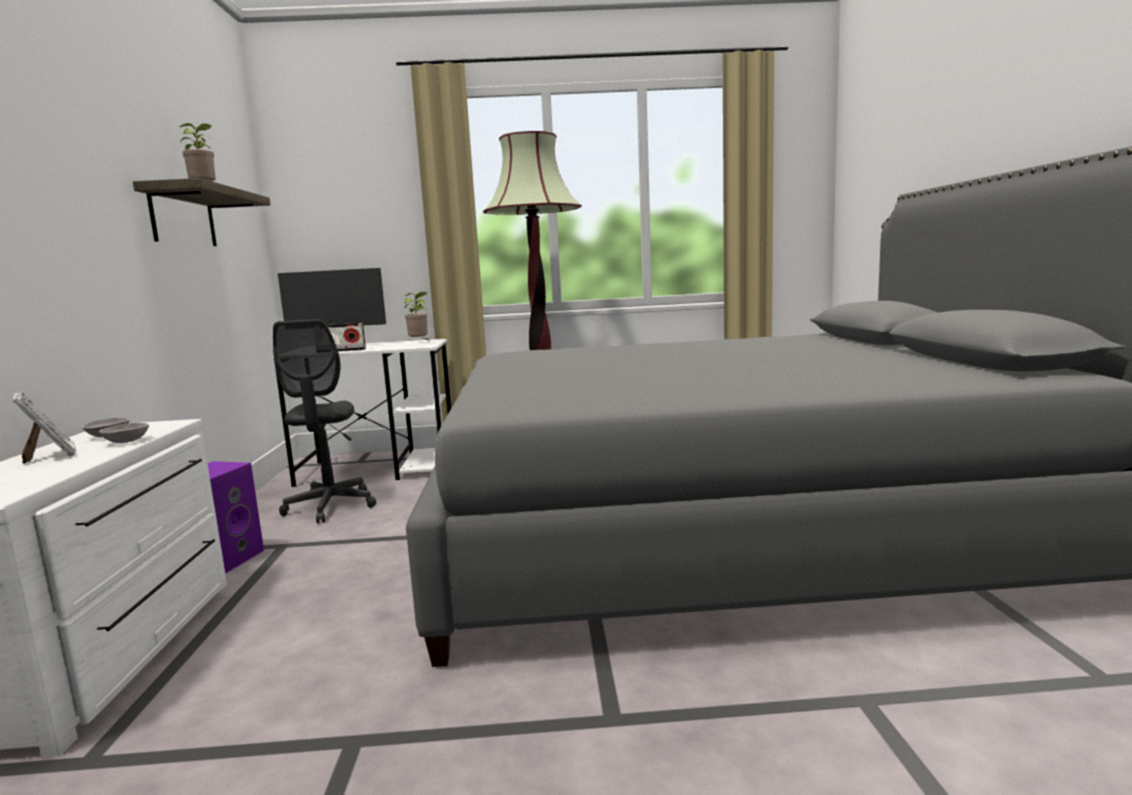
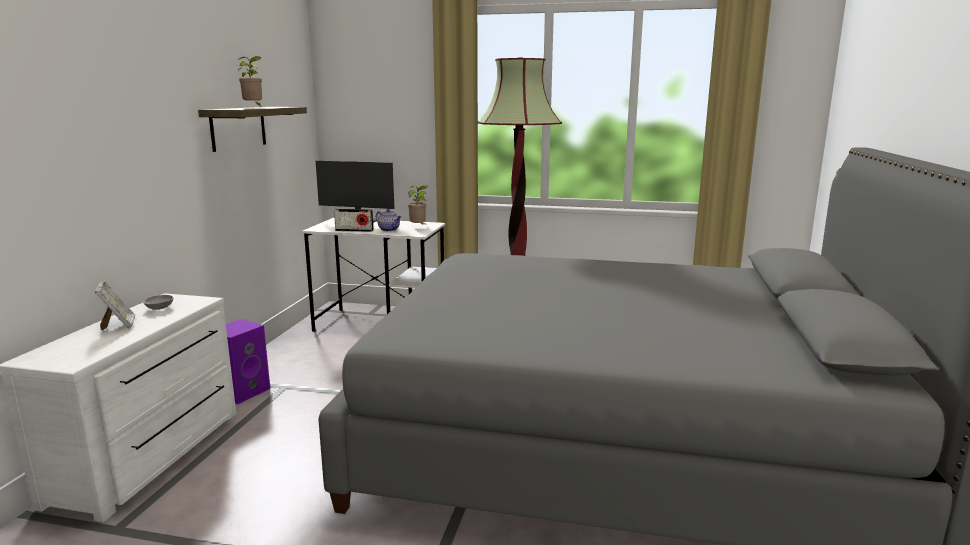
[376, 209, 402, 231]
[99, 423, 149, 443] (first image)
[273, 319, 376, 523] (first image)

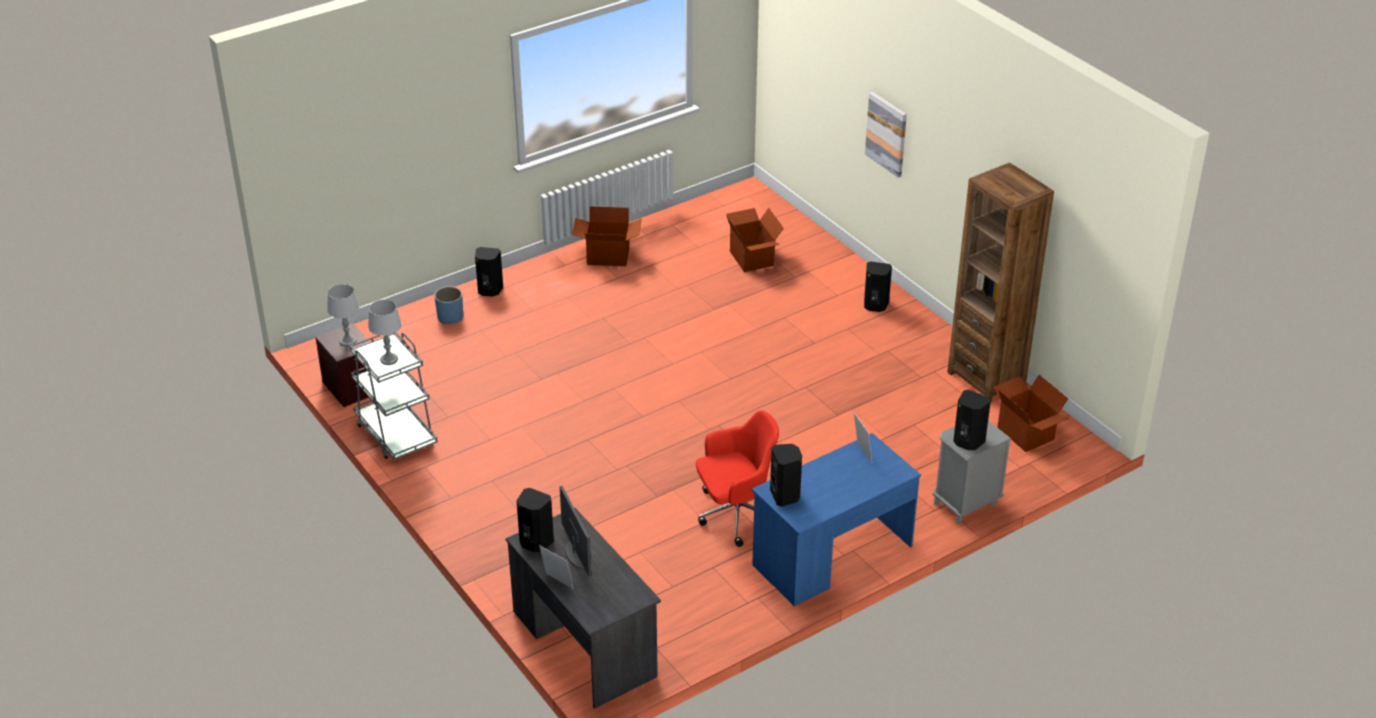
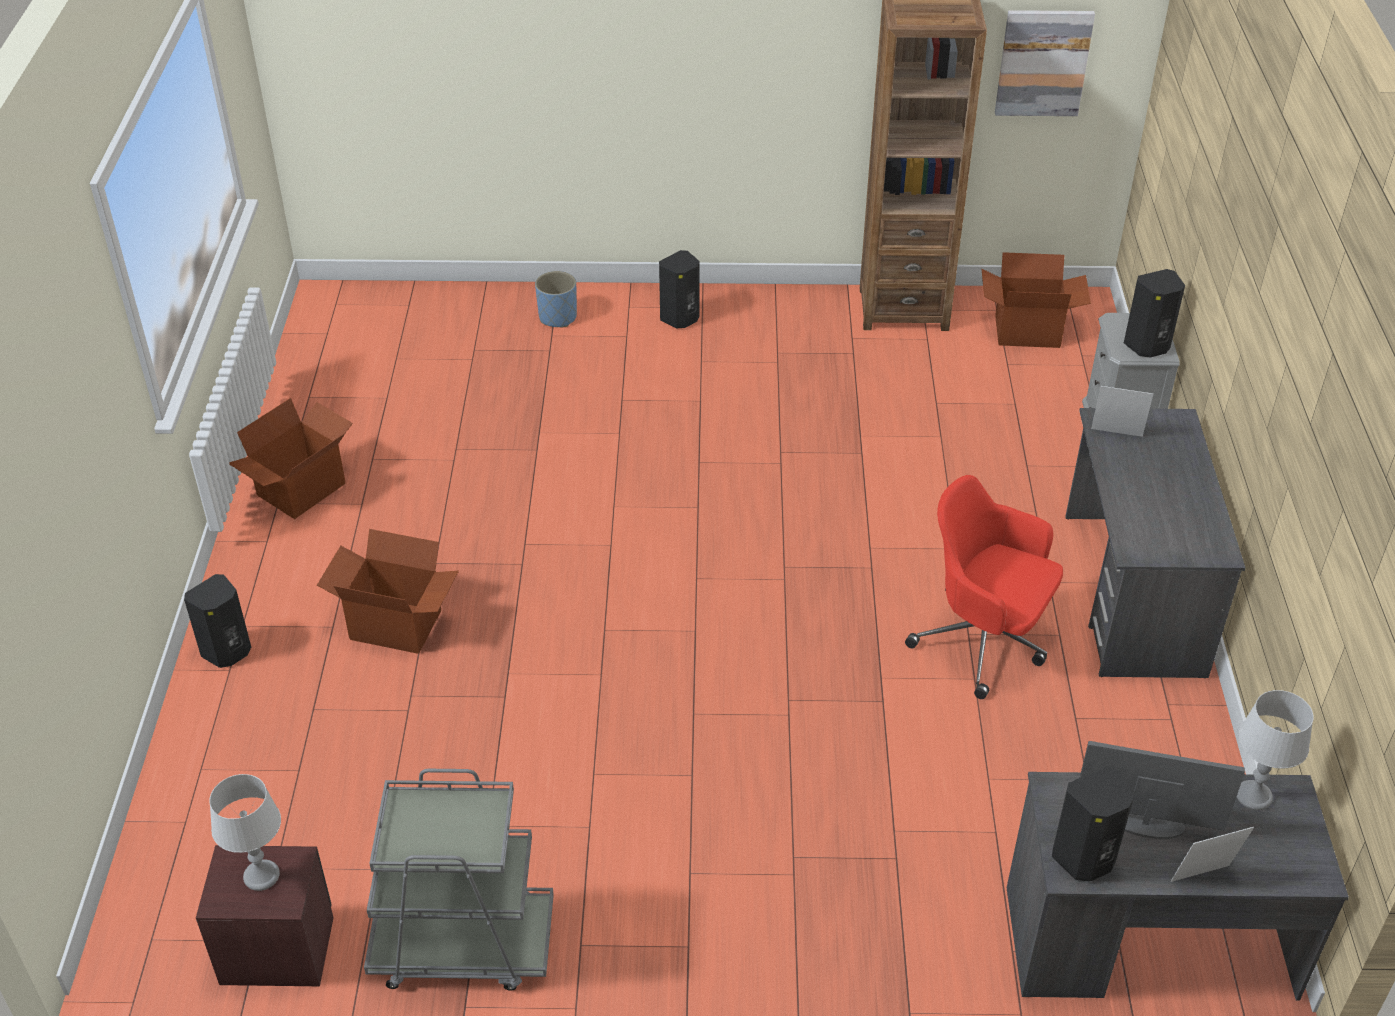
[317, 529, 459, 654]
[535, 271, 577, 327]
[905, 475, 1063, 699]
[995, 10, 1095, 116]
[1065, 408, 1245, 678]
[1237, 690, 1314, 810]
[770, 444, 802, 507] (first image)

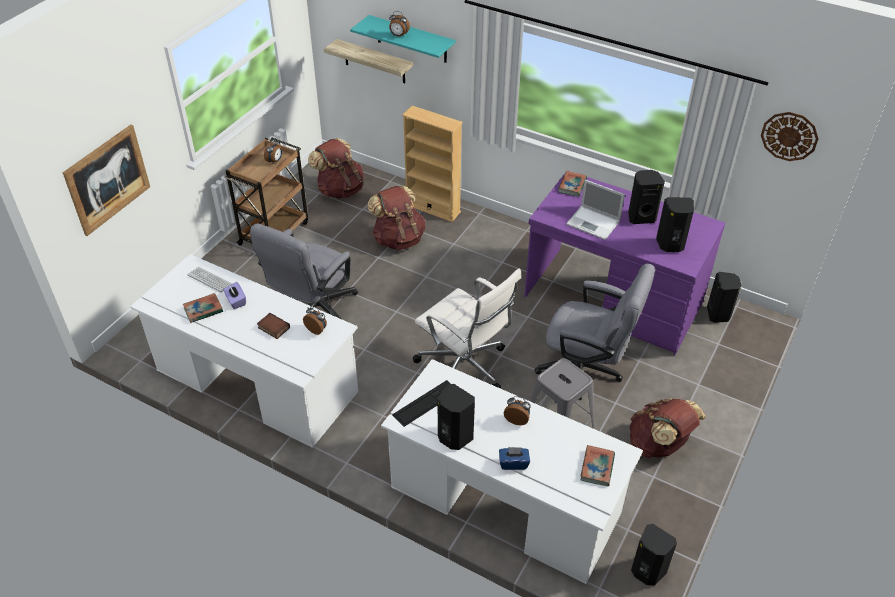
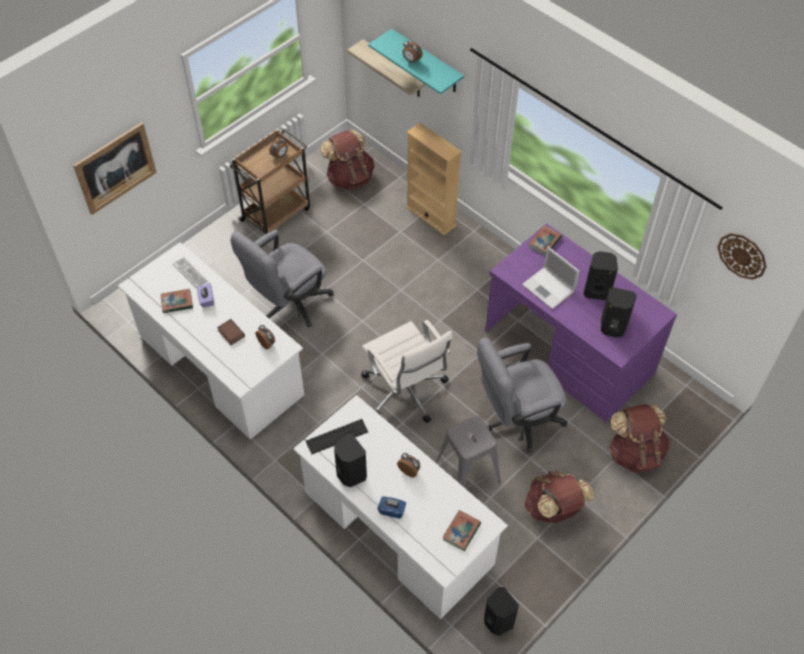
[477, 337, 567, 453]
[609, 404, 670, 473]
[707, 272, 741, 323] (first image)

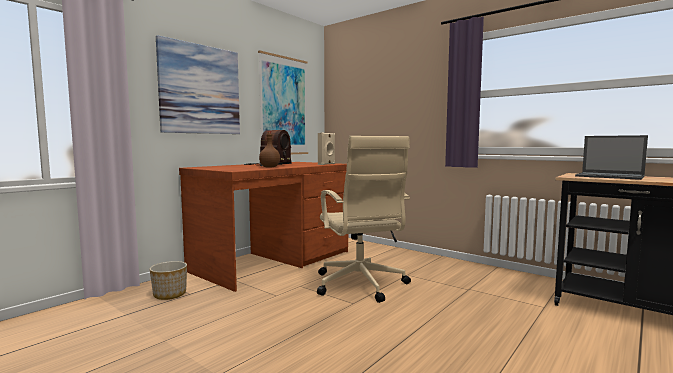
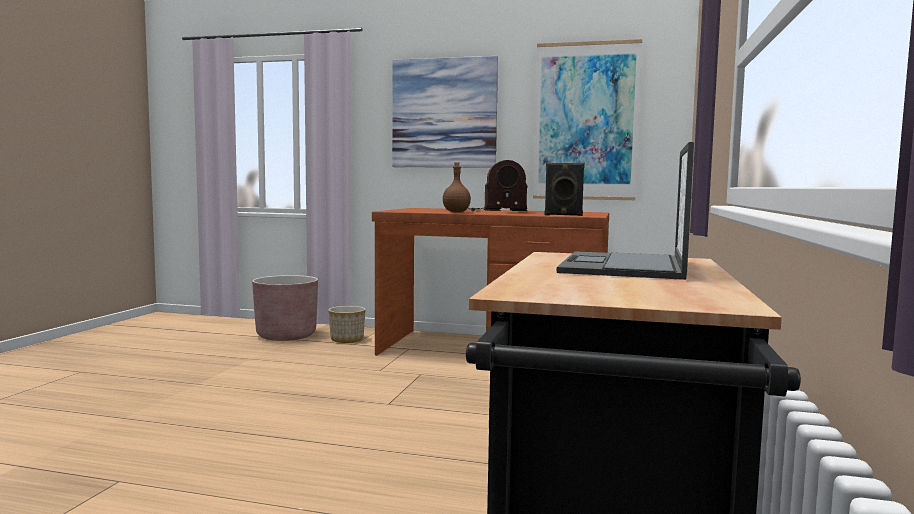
[252, 275, 318, 341]
[545, 162, 585, 216]
[317, 136, 411, 303] (first image)

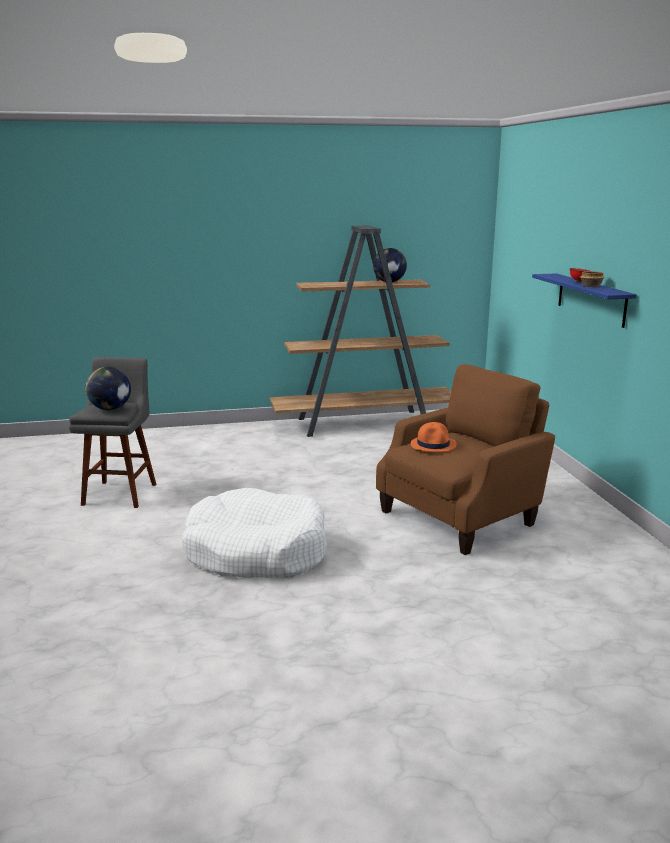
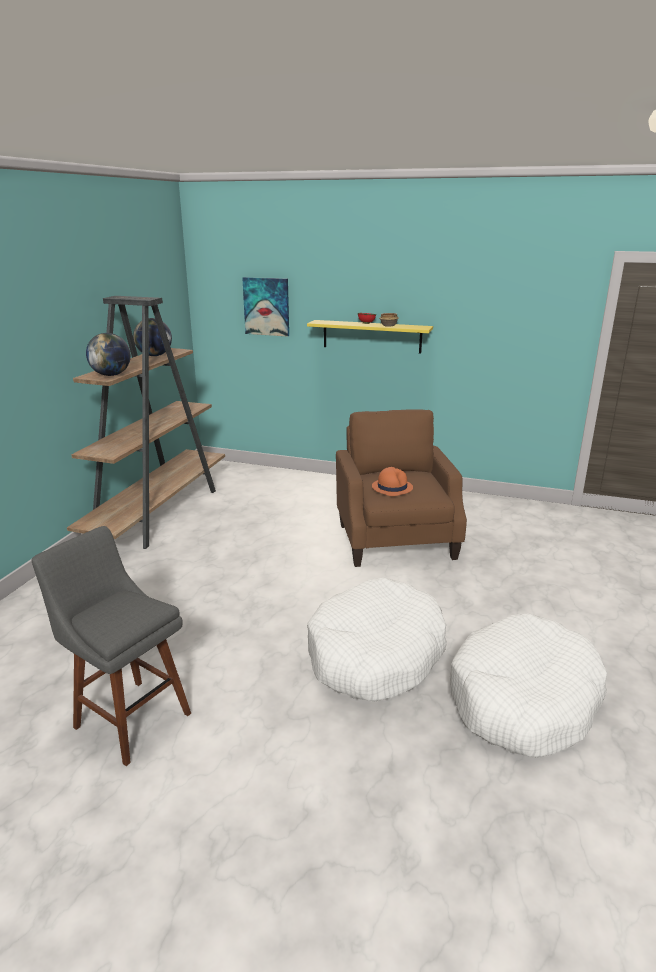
[86, 333, 131, 376]
[242, 277, 289, 337]
[307, 320, 433, 354]
[450, 613, 607, 758]

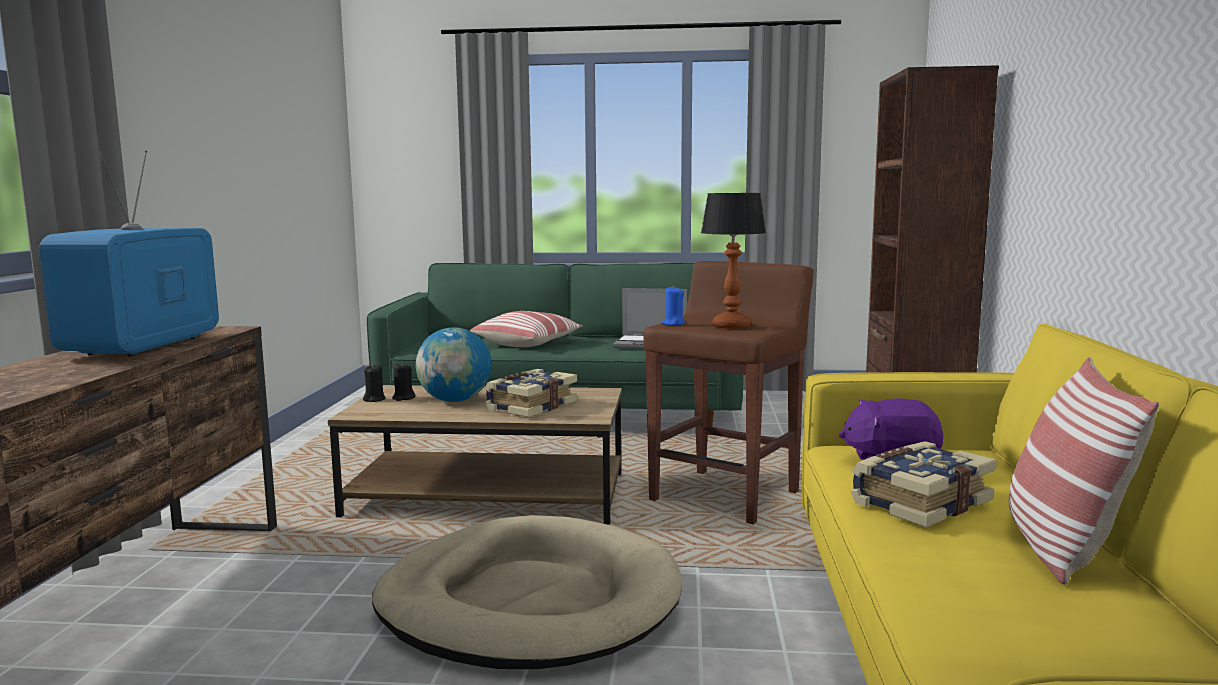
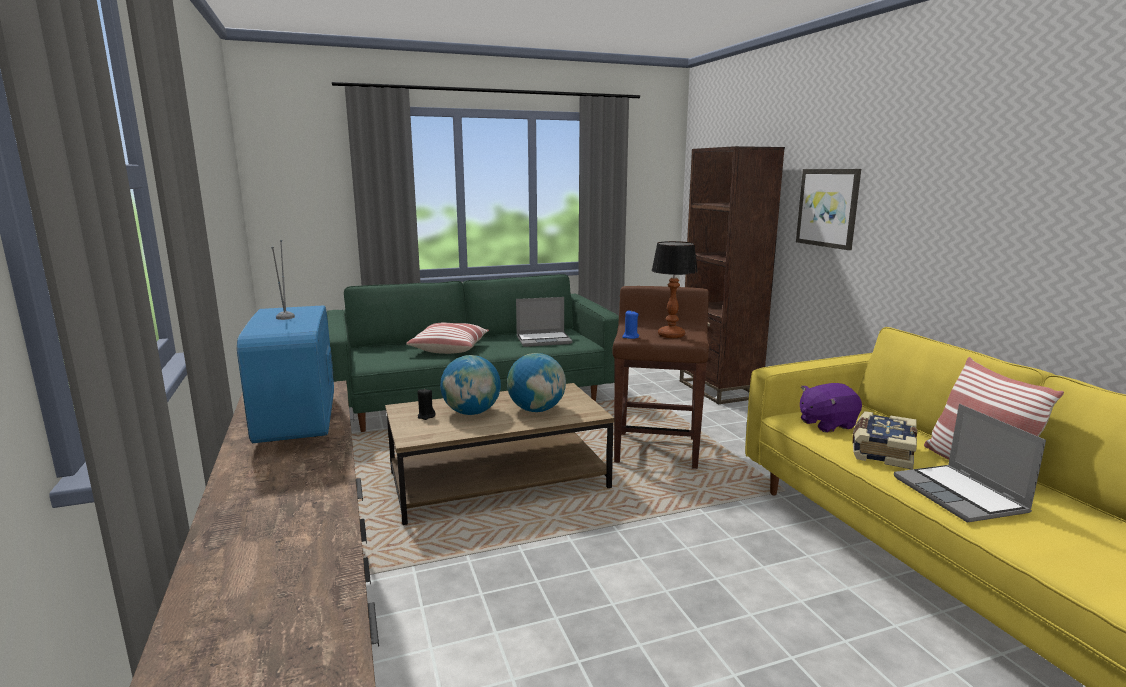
[507, 353, 566, 412]
[796, 169, 861, 250]
[894, 404, 1046, 523]
[363, 364, 385, 402] (first image)
[372, 515, 682, 669] (first image)

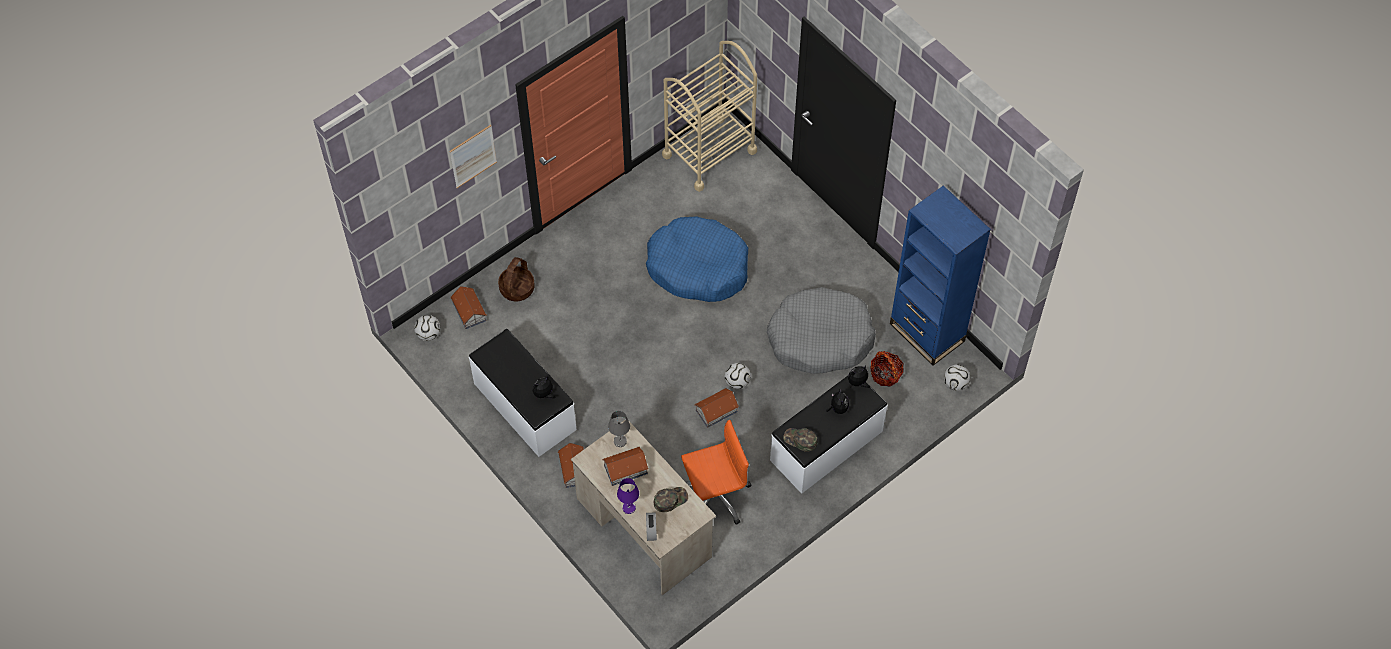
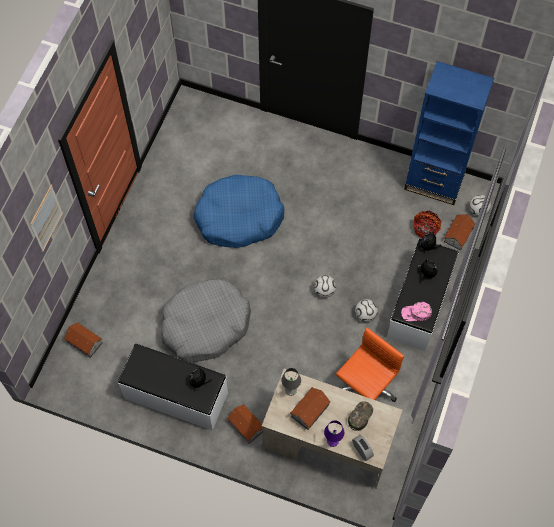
[162, 279, 251, 362]
[355, 299, 378, 322]
[401, 302, 432, 321]
[444, 214, 475, 250]
[498, 257, 535, 301] (first image)
[662, 41, 757, 192] (first image)

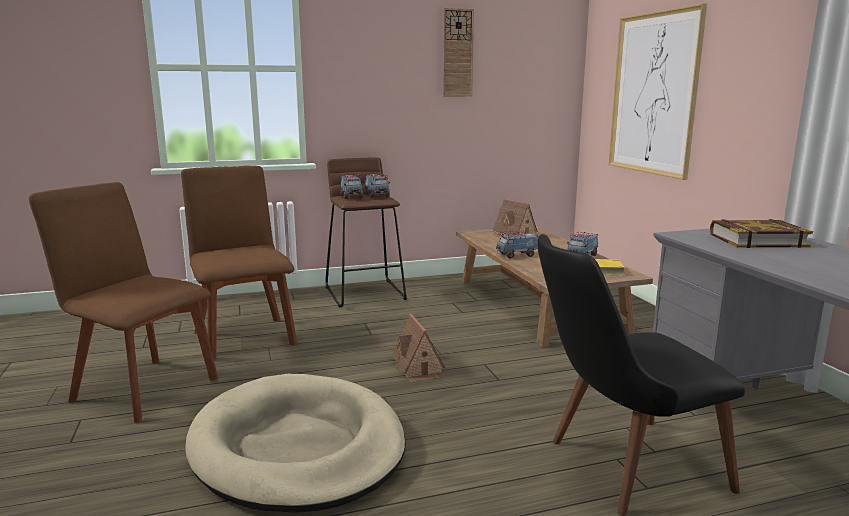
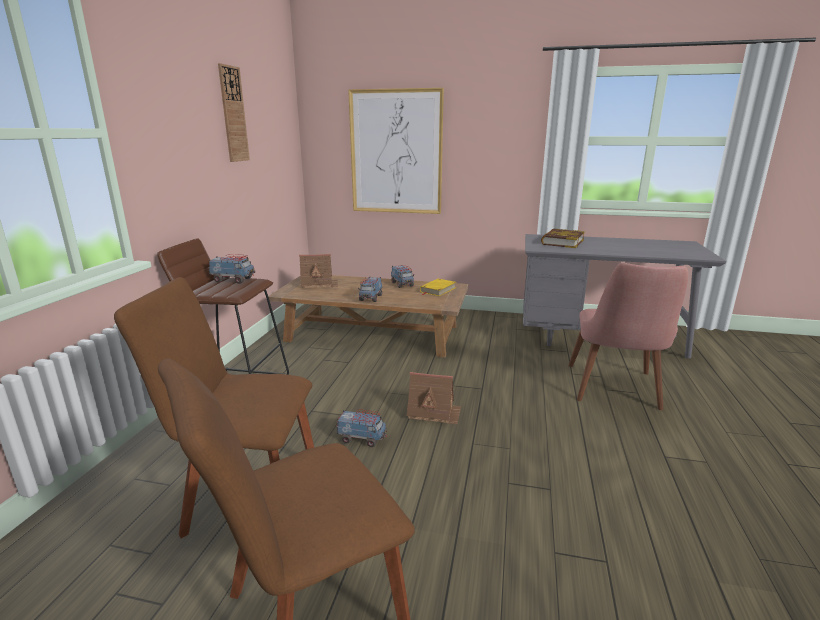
[337, 409, 387, 447]
[568, 263, 688, 410]
[185, 374, 406, 513] (first image)

